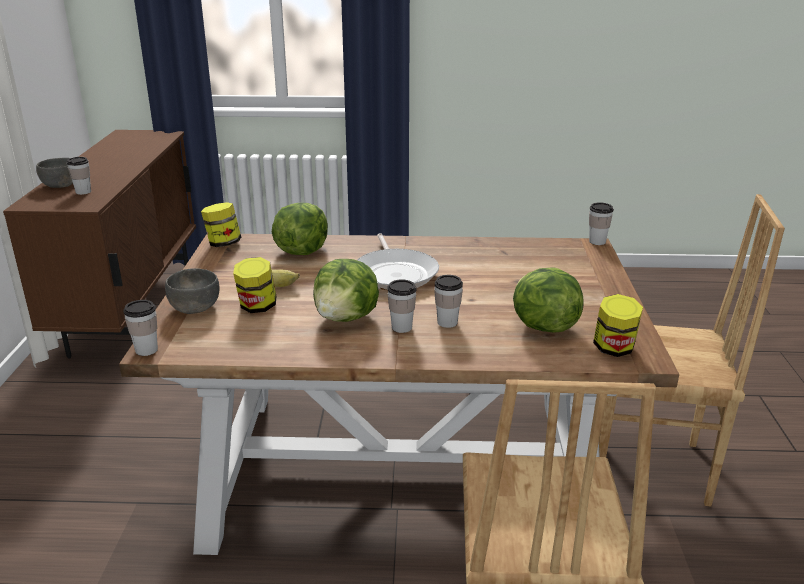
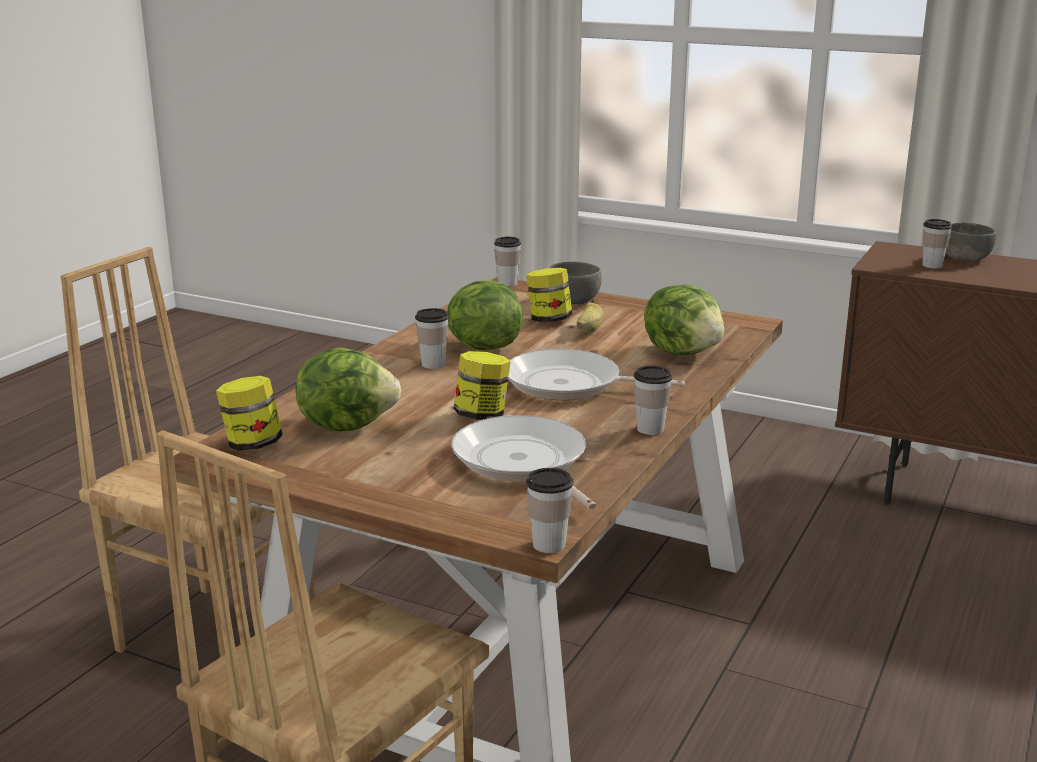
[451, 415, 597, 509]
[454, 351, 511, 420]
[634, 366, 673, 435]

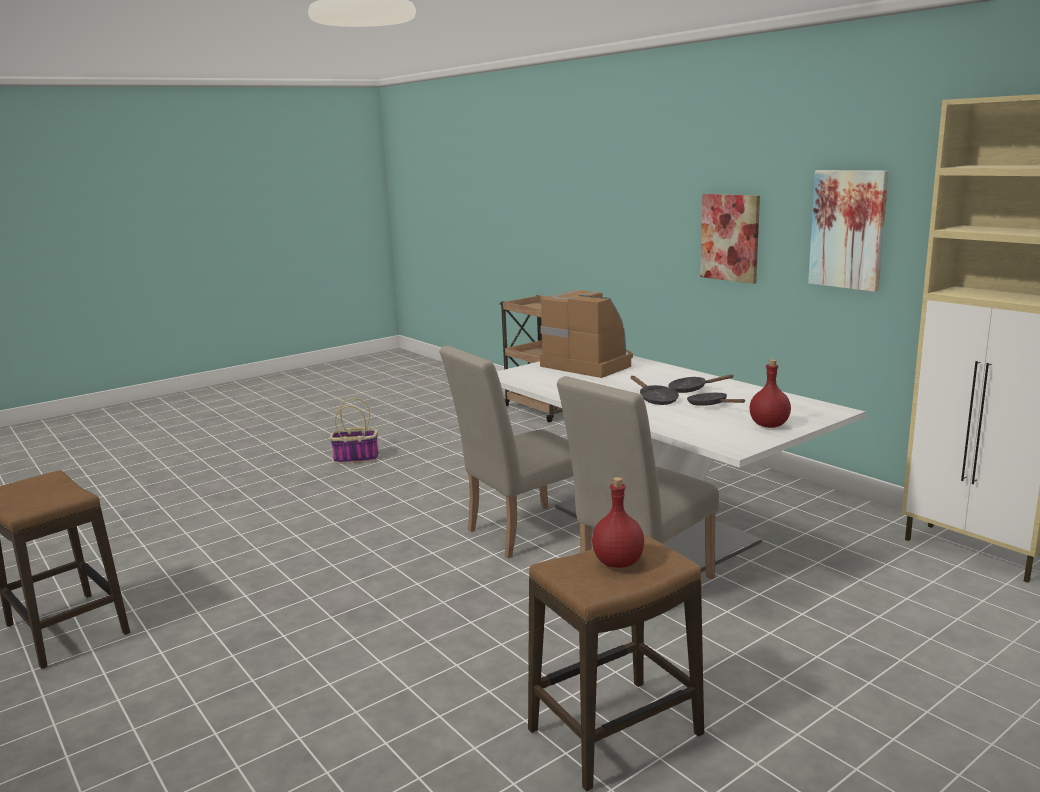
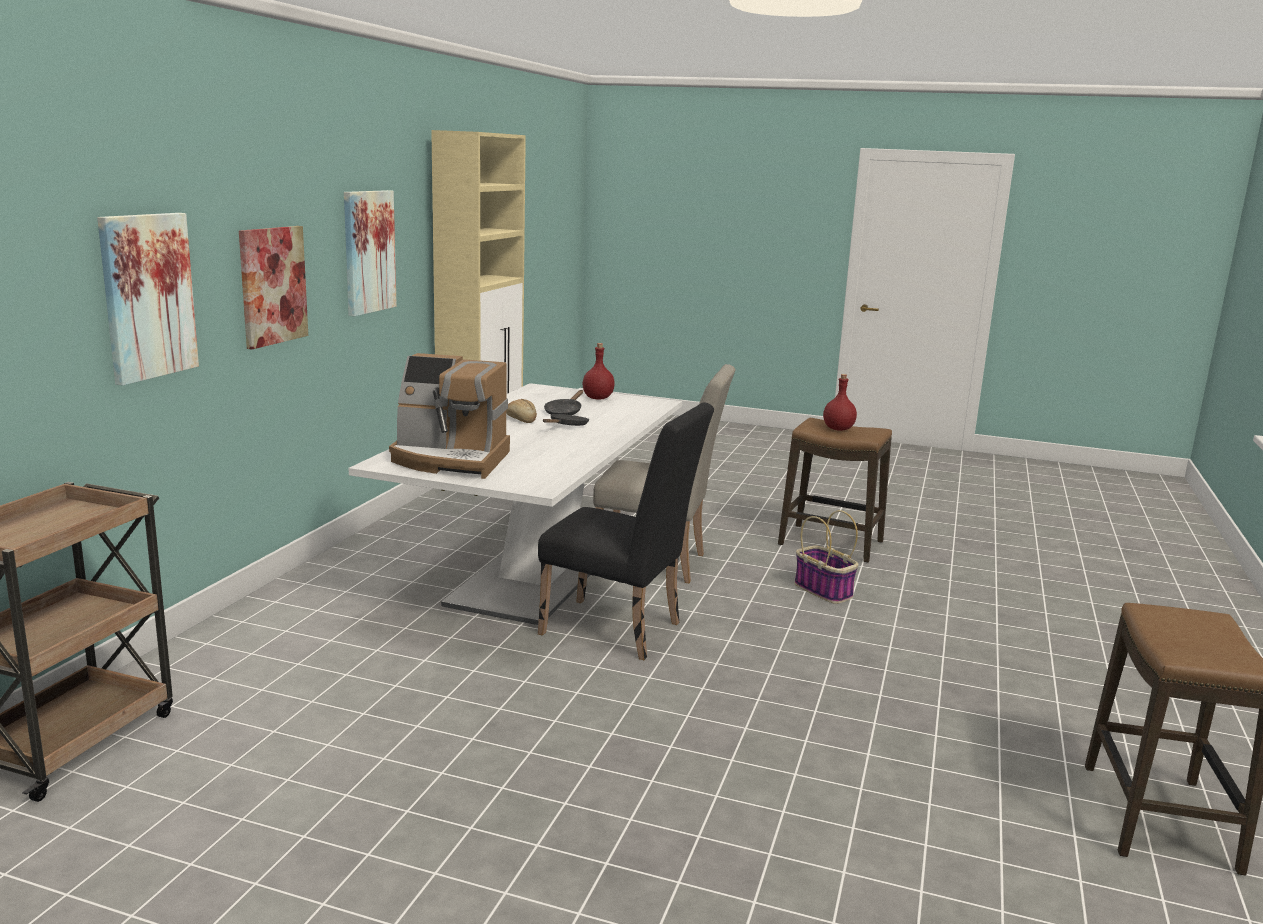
[97, 213, 199, 386]
[389, 353, 510, 479]
[506, 399, 537, 423]
[538, 402, 714, 660]
[795, 510, 858, 604]

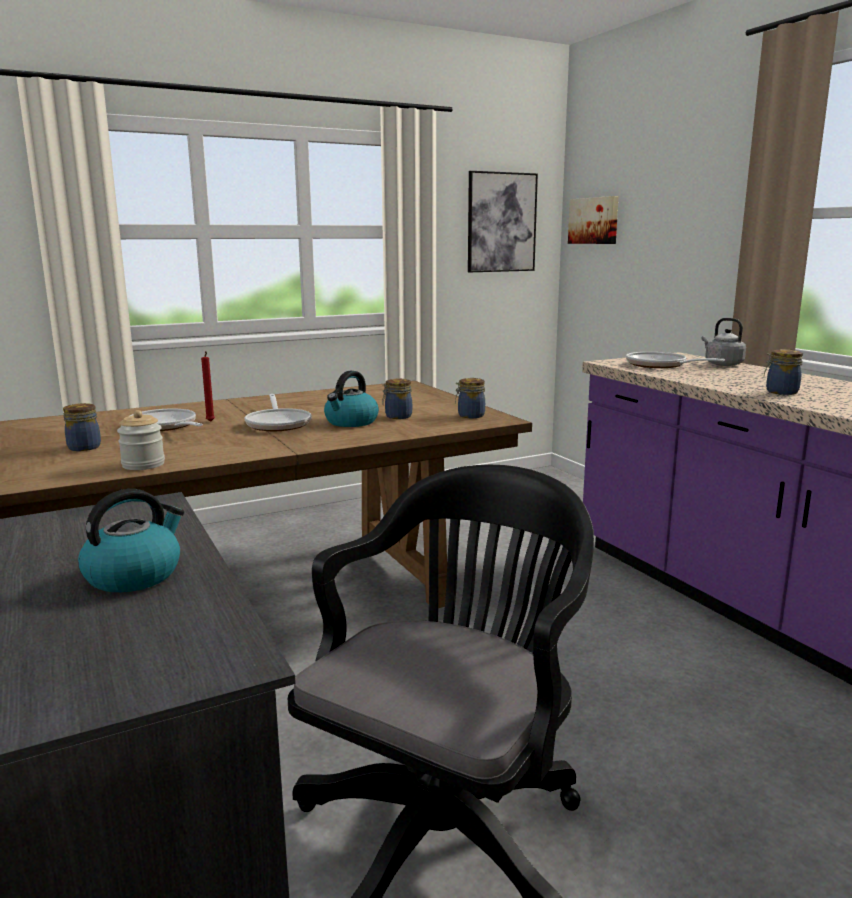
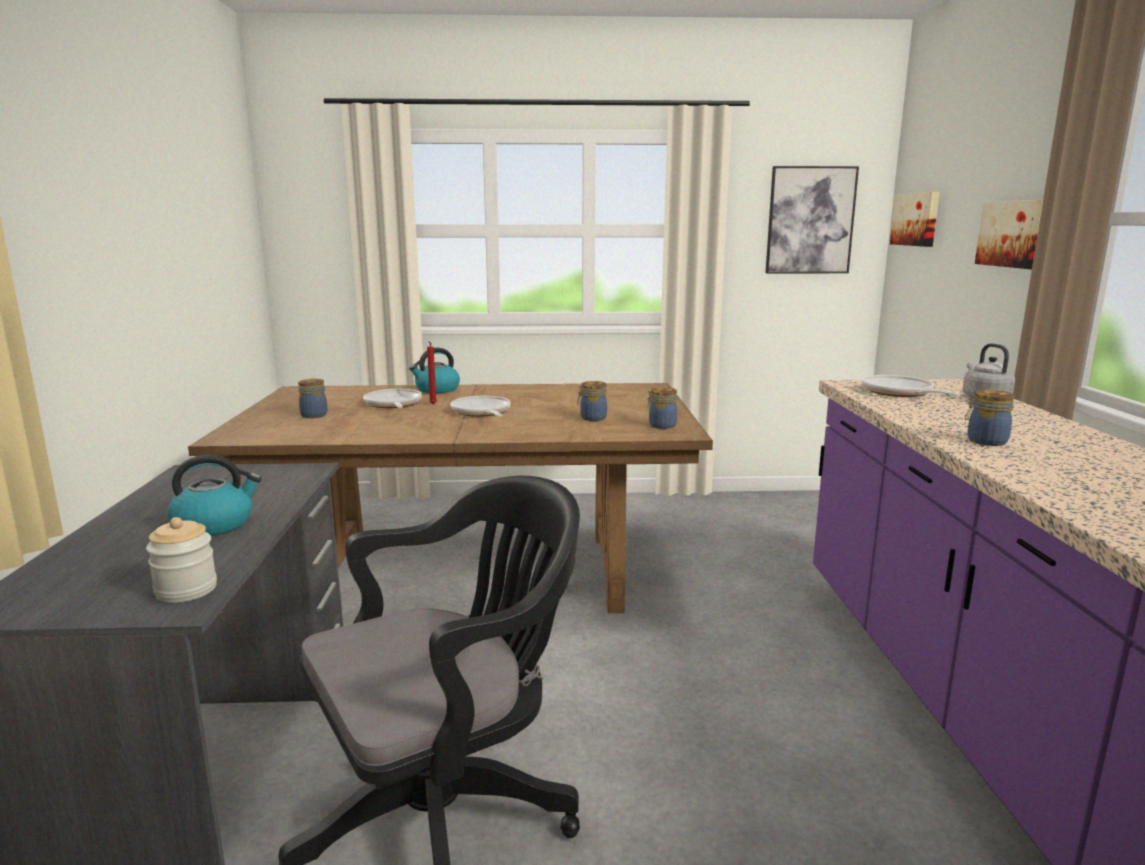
[146, 517, 217, 603]
[409, 348, 460, 393]
[450, 396, 511, 417]
[975, 200, 1043, 269]

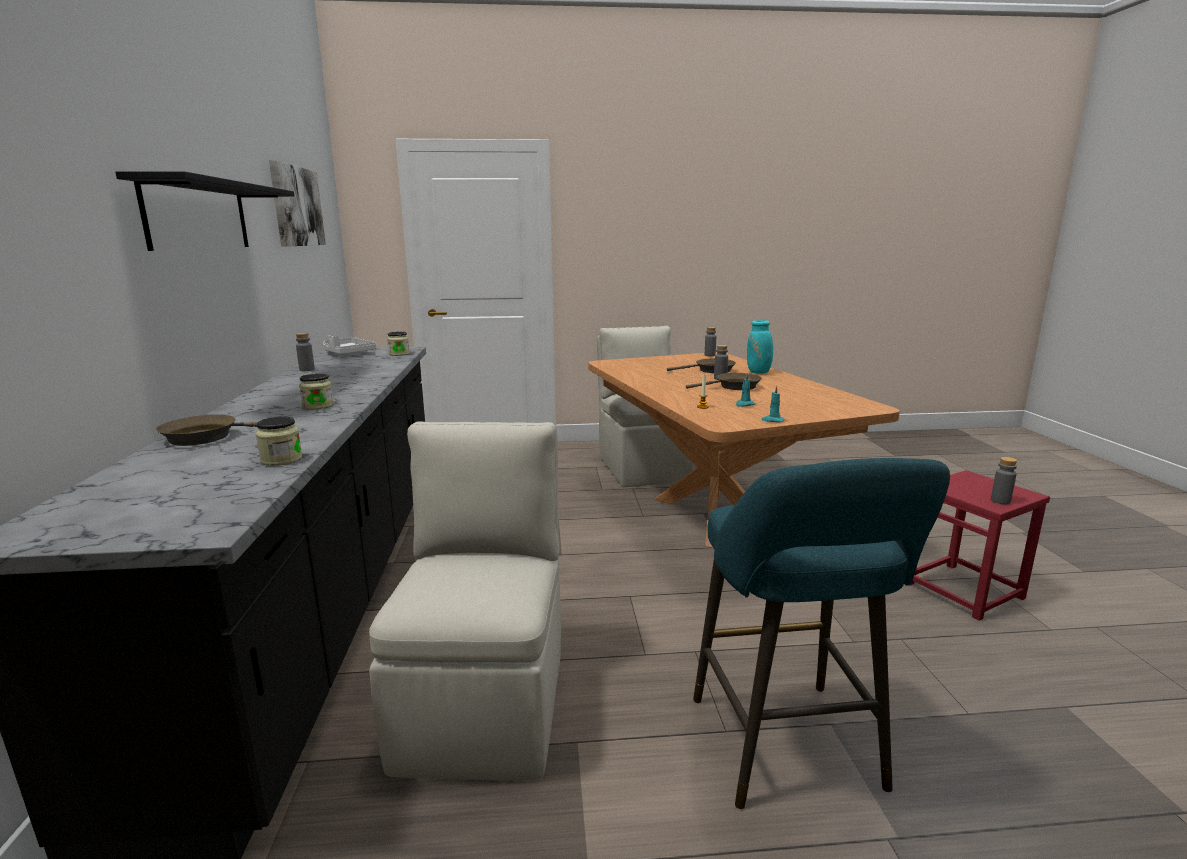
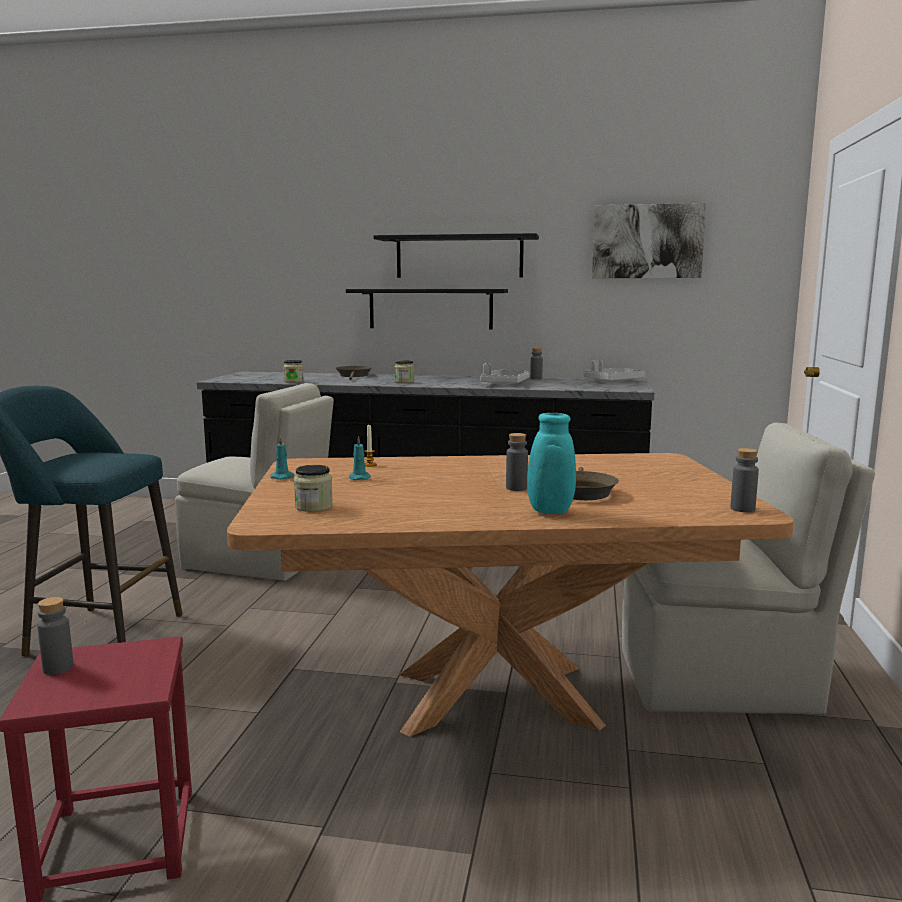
[294, 465, 333, 512]
[346, 289, 508, 329]
[480, 363, 529, 385]
[686, 373, 762, 390] (first image)

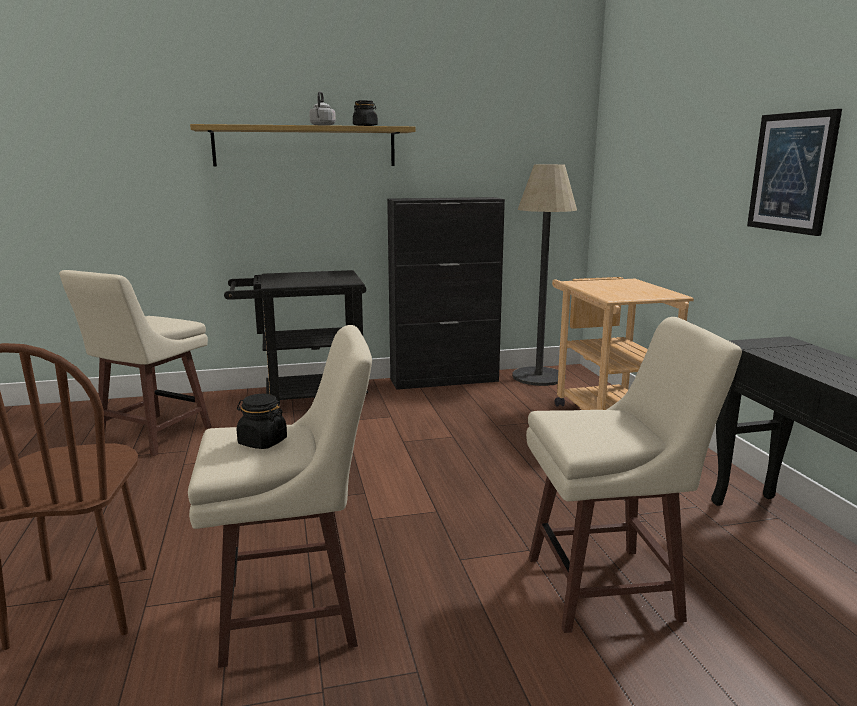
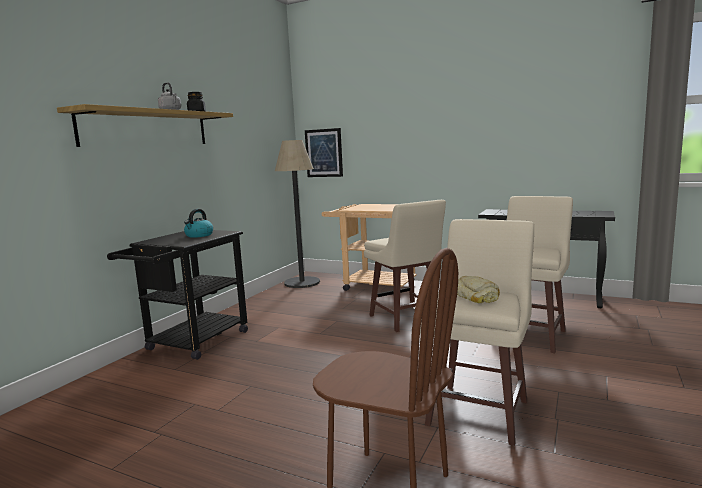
[184, 209, 213, 238]
[305, 128, 343, 177]
[364, 200, 446, 332]
[457, 276, 500, 303]
[387, 197, 505, 390] (first image)

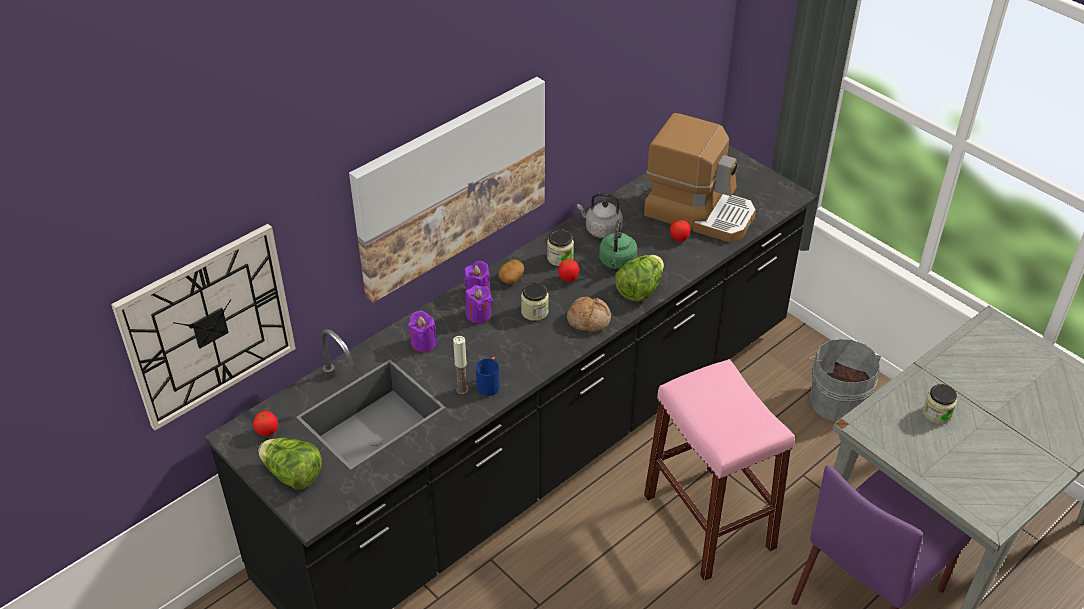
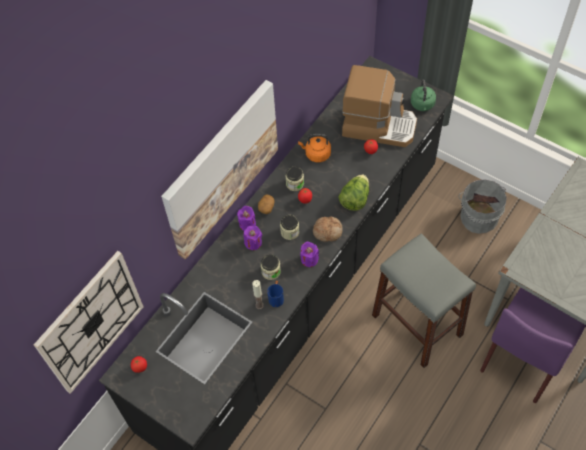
[261, 254, 281, 280]
[298, 134, 331, 163]
[300, 241, 319, 267]
[372, 233, 476, 368]
[411, 79, 436, 111]
[258, 438, 322, 490] (first image)

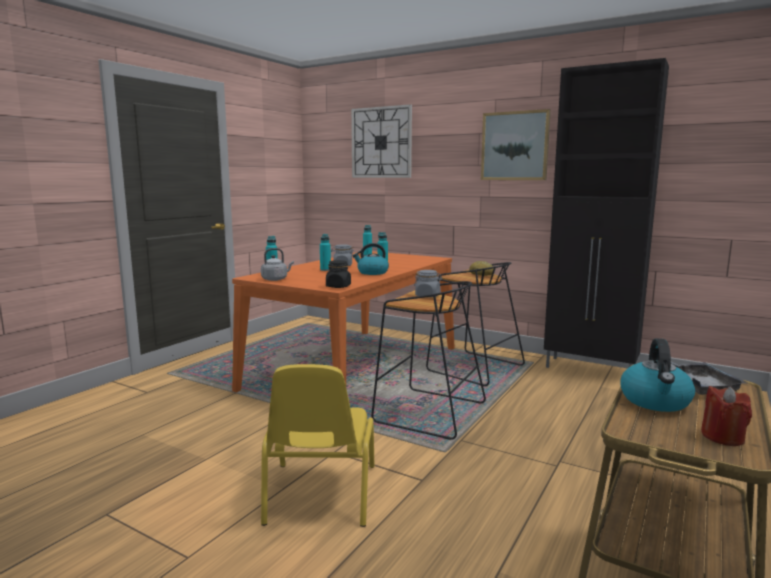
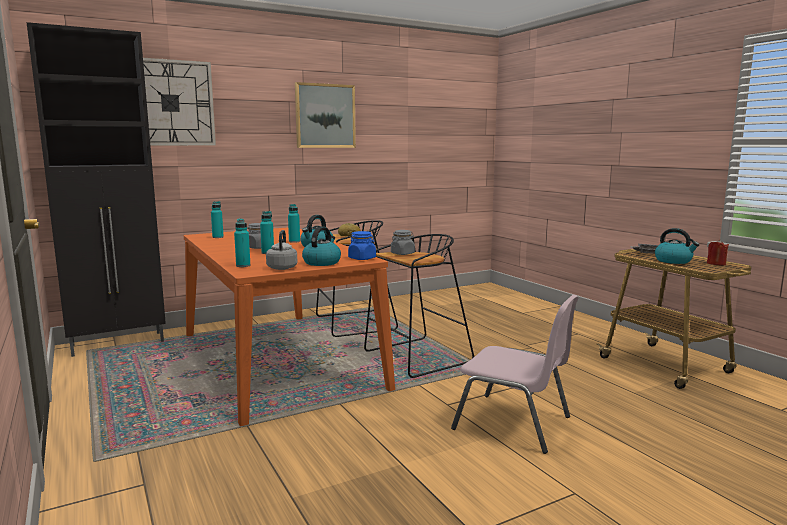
[26, 22, 166, 357]
[302, 226, 341, 266]
[348, 231, 376, 260]
[451, 294, 579, 454]

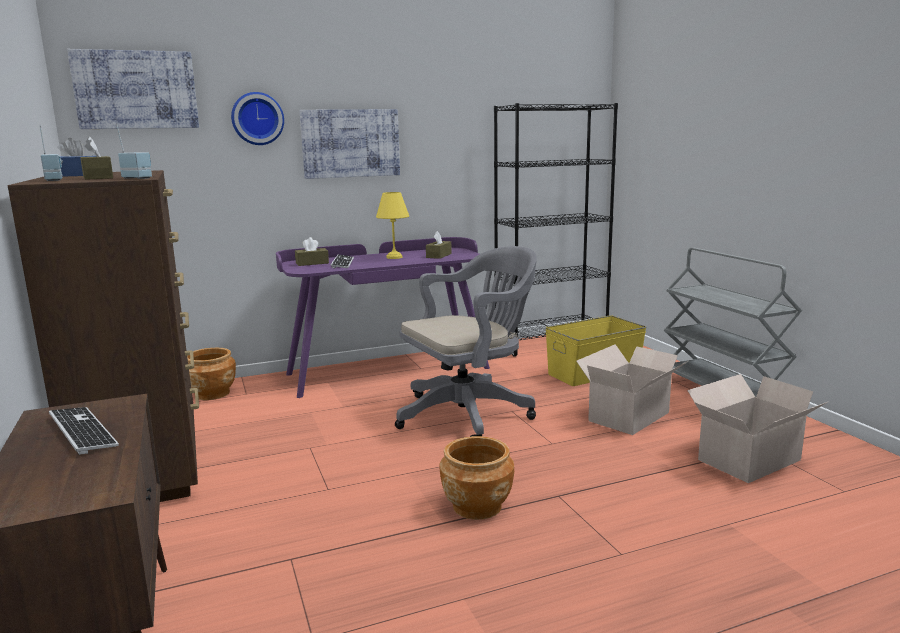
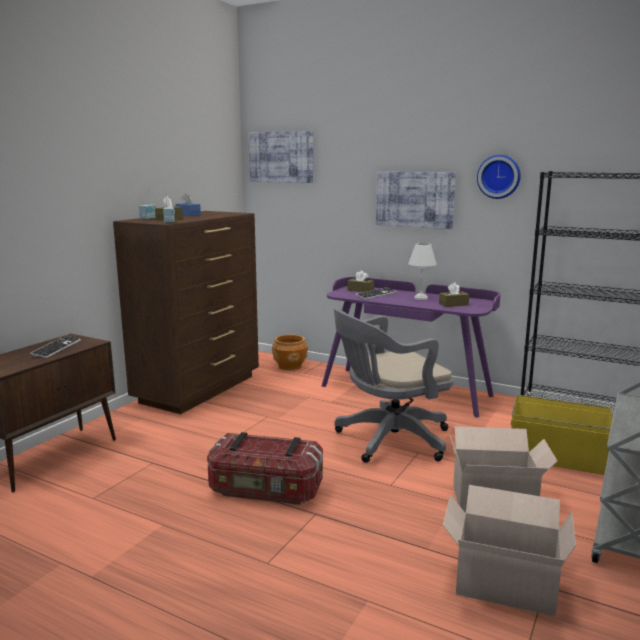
[207, 432, 323, 505]
[334, 308, 453, 463]
[408, 243, 437, 300]
[477, 155, 521, 199]

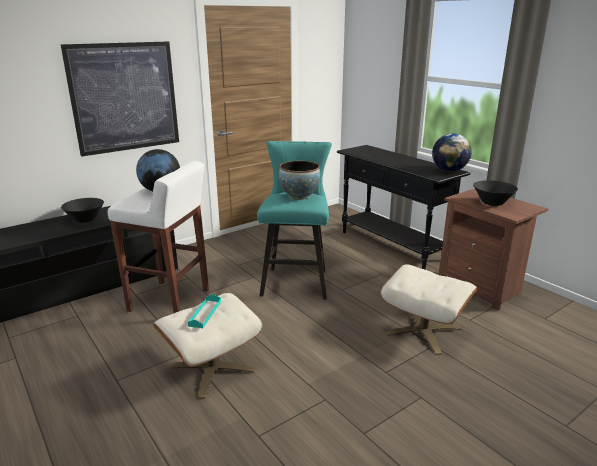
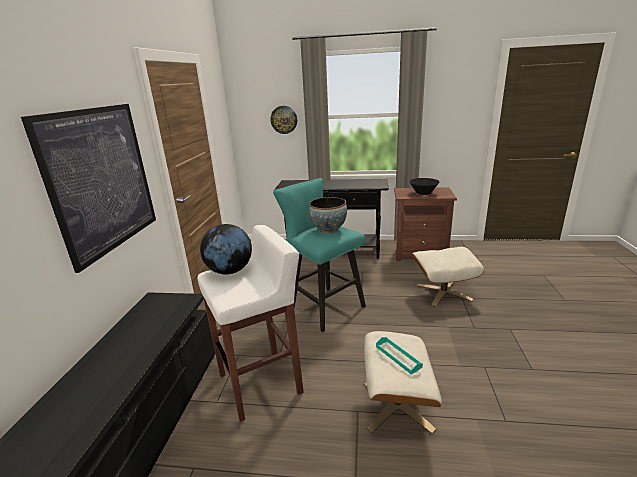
[271, 106, 297, 134]
[61, 198, 104, 223] (first image)
[432, 133, 472, 172] (first image)

